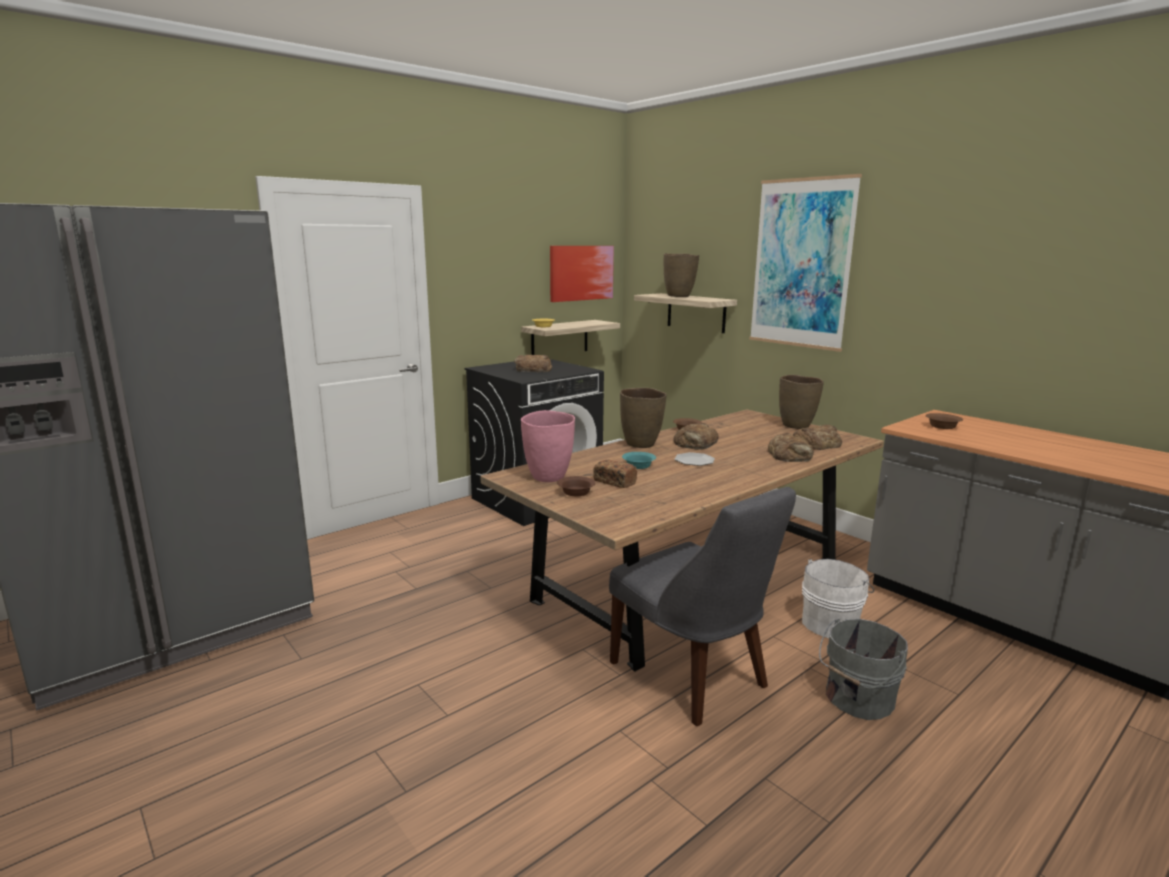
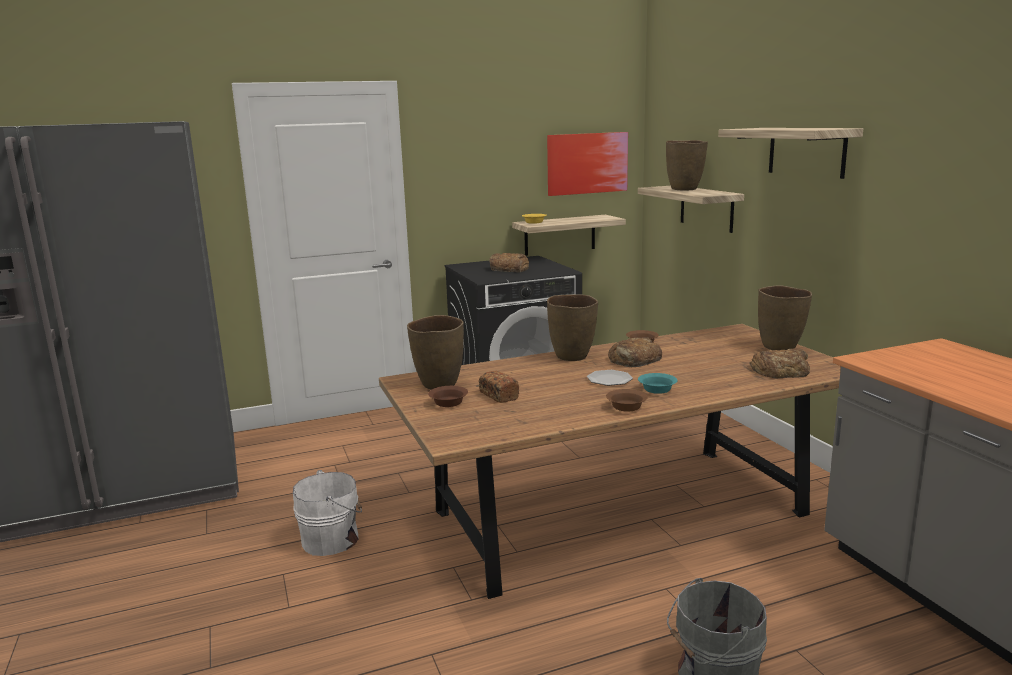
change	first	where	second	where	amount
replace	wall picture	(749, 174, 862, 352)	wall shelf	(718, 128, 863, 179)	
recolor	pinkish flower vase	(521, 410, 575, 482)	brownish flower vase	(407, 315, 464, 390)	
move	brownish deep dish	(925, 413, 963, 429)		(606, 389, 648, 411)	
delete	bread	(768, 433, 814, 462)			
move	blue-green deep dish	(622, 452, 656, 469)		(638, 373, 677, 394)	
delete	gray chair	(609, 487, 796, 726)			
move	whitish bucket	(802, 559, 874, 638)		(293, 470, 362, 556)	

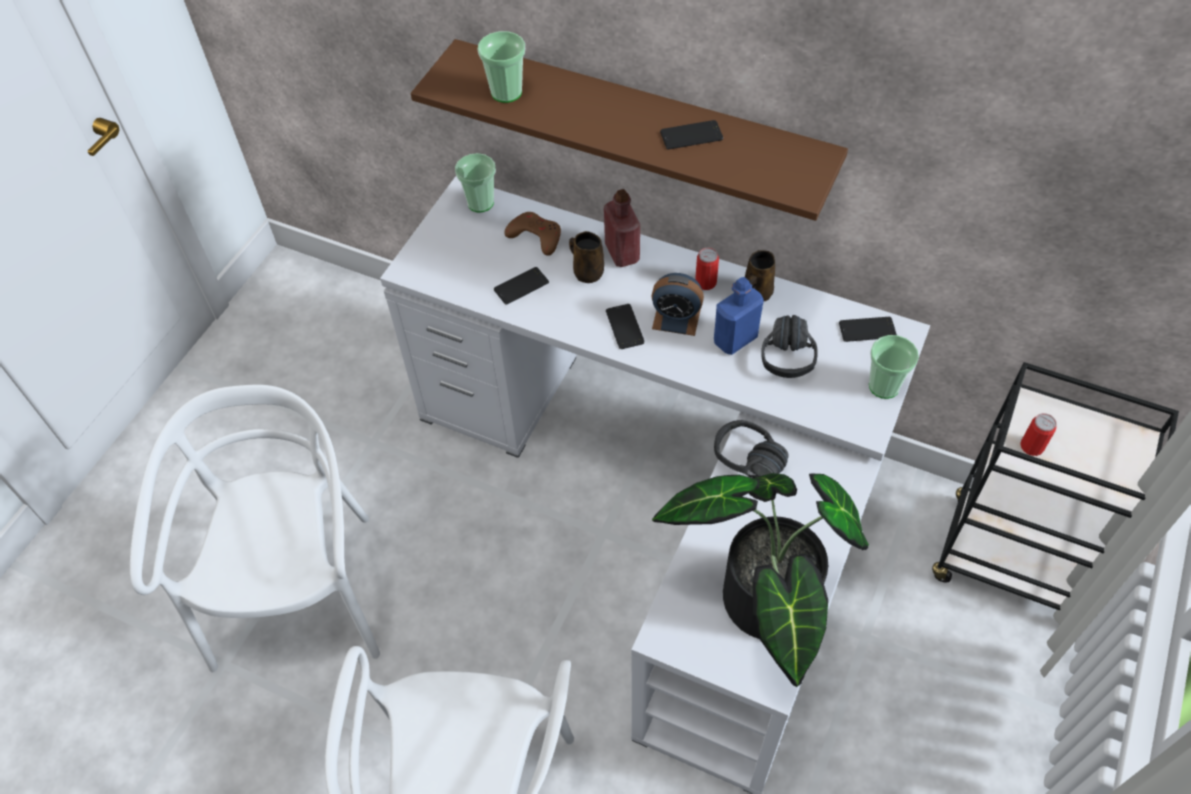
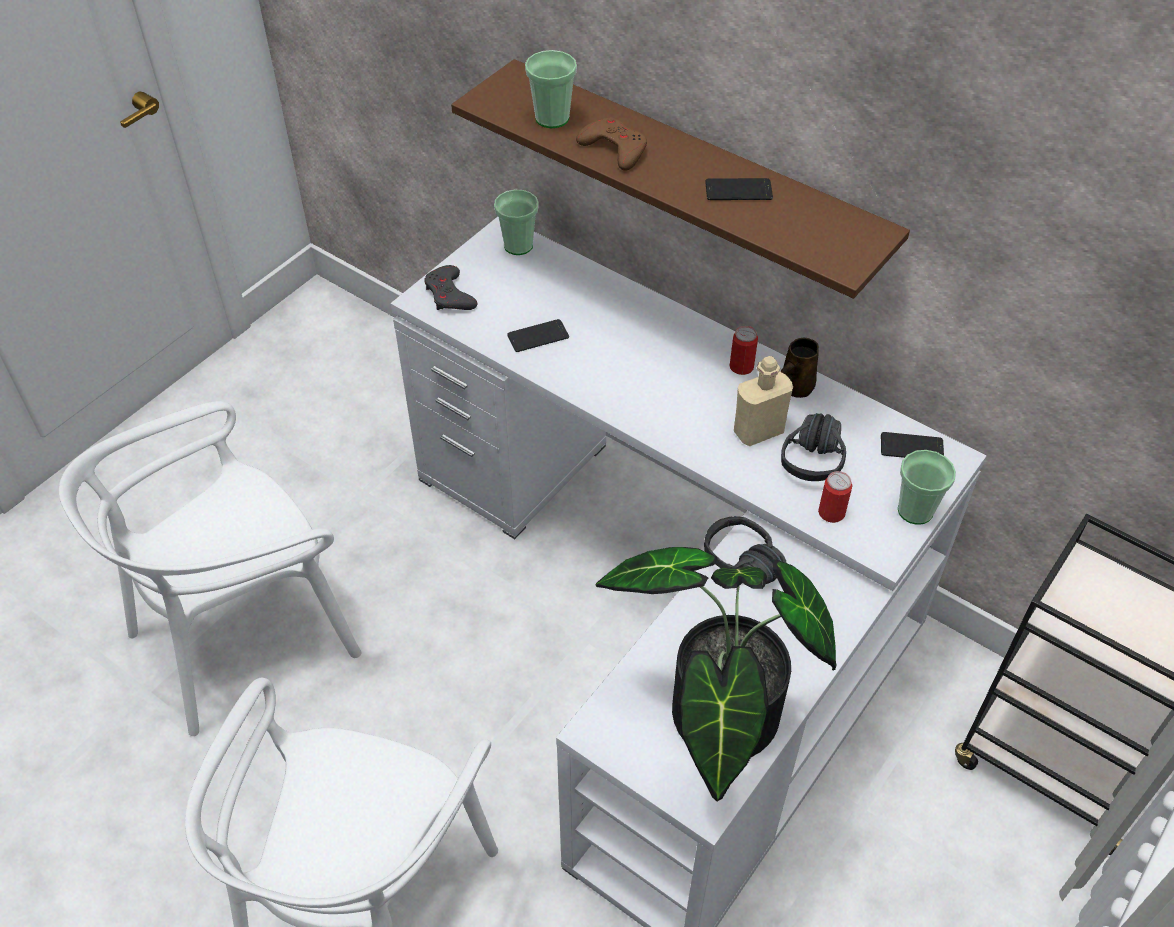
change	first	where	second	where	amount
delete	reddish beverage bottle	(604, 189, 640, 267)			
move	brownish gamepad	(504, 212, 561, 256)		(576, 117, 647, 170)	
delete	brownish tea mug	(569, 231, 604, 283)			
delete	bedside clock	(652, 273, 704, 336)			
recolor	bluish beverage bottle	(714, 277, 763, 355)	sand-coloured beverage bottle	(734, 356, 793, 446)	
delete	phone	(606, 304, 645, 349)			
rotate	whitish chair	(130, 384, 380, 672)		(59, 401, 362, 736)	135 degrees counterclockwise
move	metal can	(1020, 413, 1057, 456)		(818, 471, 852, 523)	
insert			gray gamepad	(424, 265, 478, 310)	

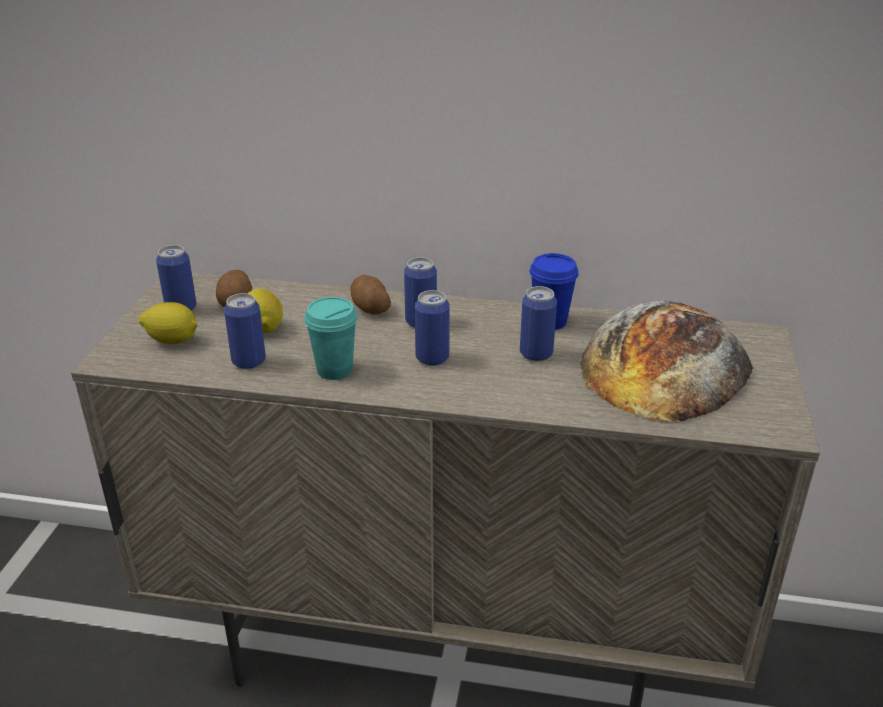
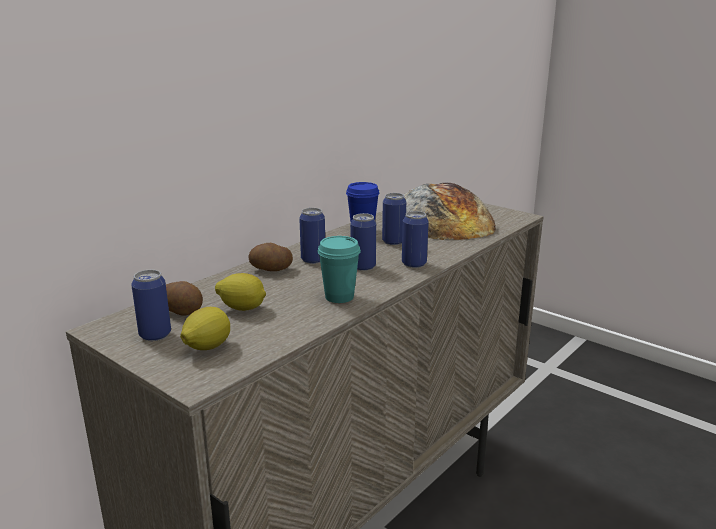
change	first	where	second	where	amount
move	metal can	(224, 293, 266, 369)		(402, 211, 429, 268)	

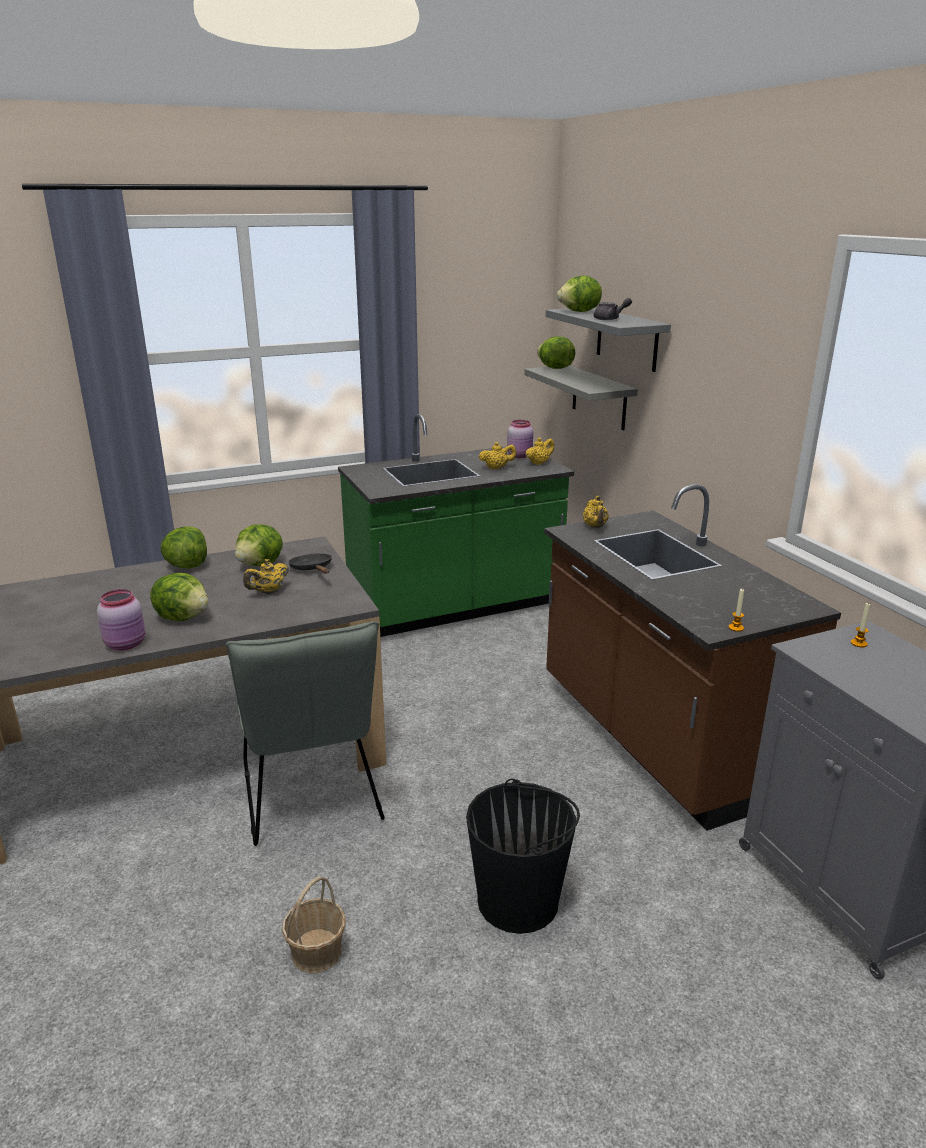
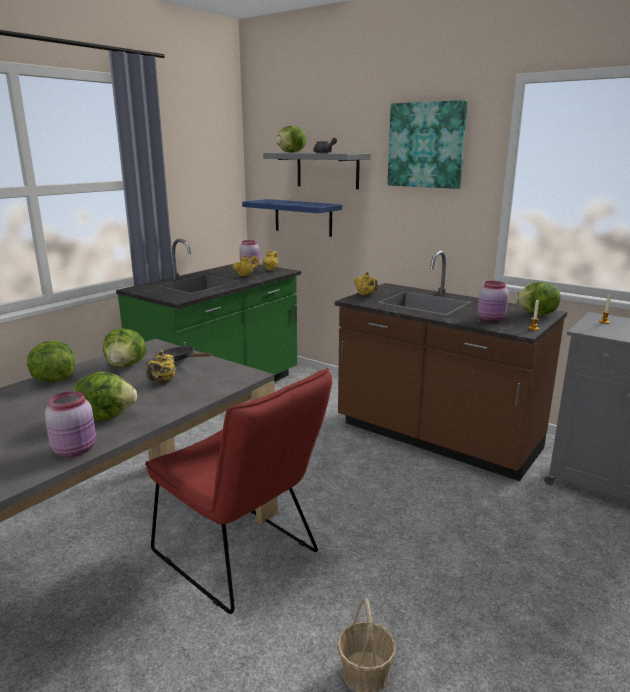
change	first	where	second	where	amount
move	lettuce head	(537, 336, 575, 369)		(515, 282, 561, 315)	
recolor	gray wall shelf	(524, 365, 638, 430)	bluish wall shelf	(242, 199, 342, 237)	
recolor	gray chair	(226, 621, 385, 846)	reddish chair	(145, 368, 332, 614)	
delete	blackish bucket	(466, 778, 580, 934)			
insert			wall picture	(387, 100, 468, 189)	
insert			pinkish jar	(478, 281, 509, 322)	

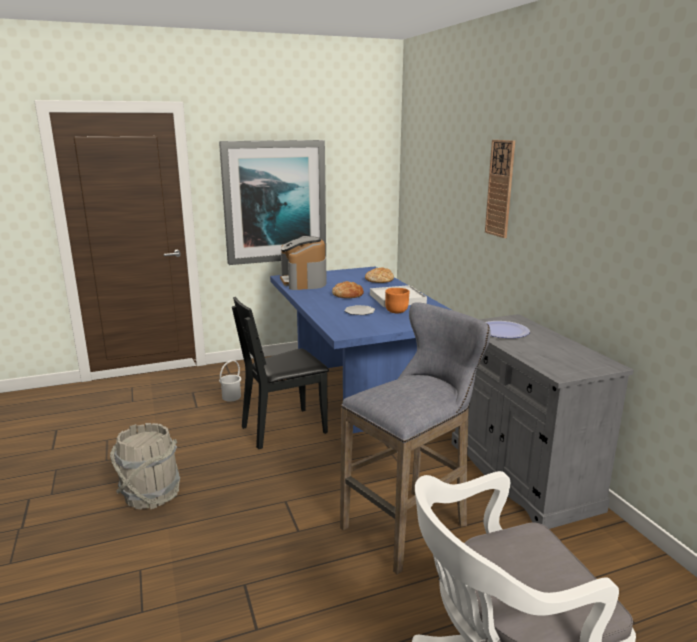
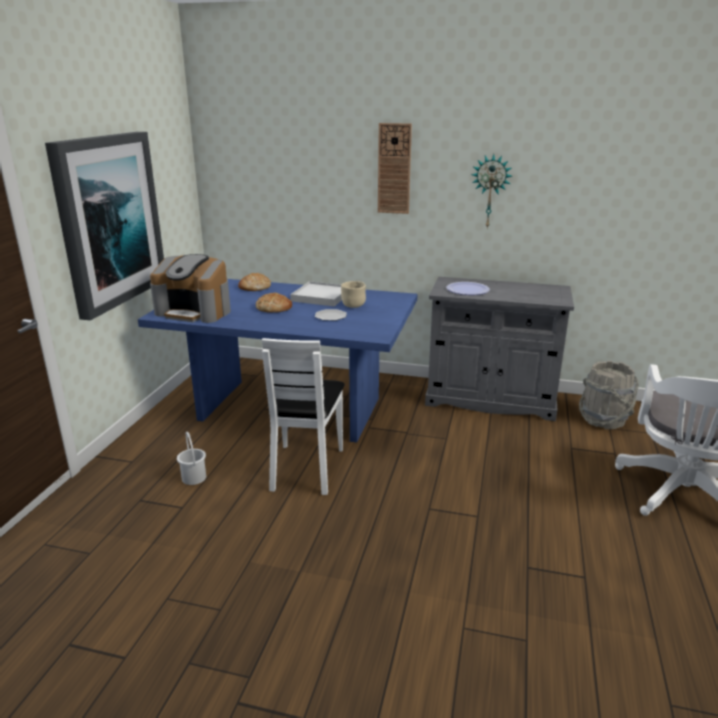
change	first	where	second	where	amount
recolor	orange-coloured deep dish	(385, 288, 409, 314)	sand-coloured deep dish	(341, 281, 366, 308)	
recolor	blackish chair	(232, 297, 329, 449)	whitish chair	(262, 338, 345, 495)	
delete	gray stool seat	(340, 302, 490, 574)			
move	gray bucket	(110, 423, 180, 509)		(579, 361, 638, 429)	
insert			hanging clock	(471, 154, 512, 228)	

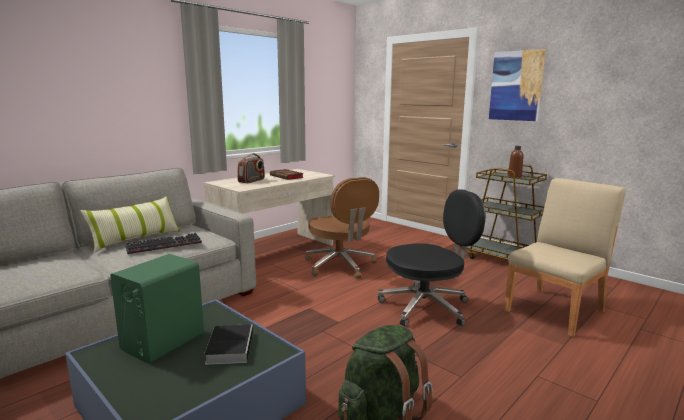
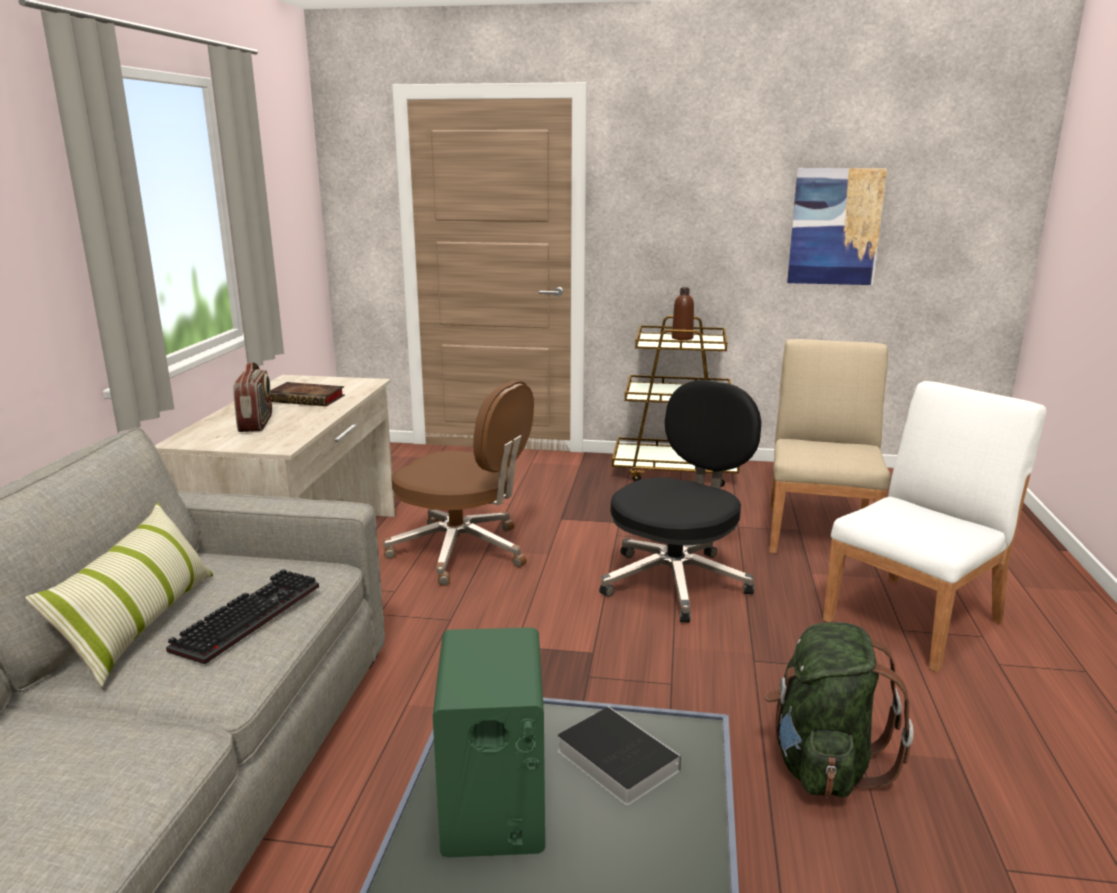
change	first	where	second	where	amount
move	wall picture	(489, 49, 546, 121)		(787, 168, 887, 285)	
insert			whitish chair	(823, 381, 1046, 672)	

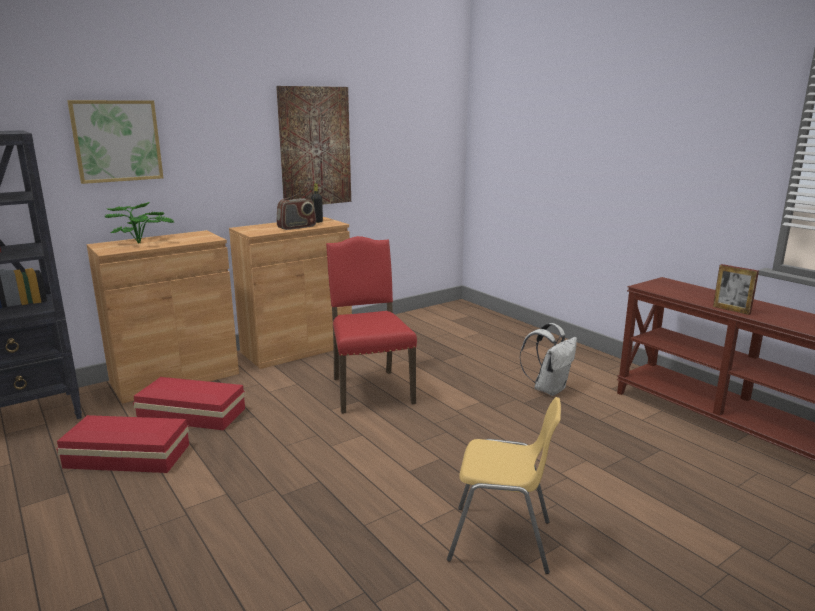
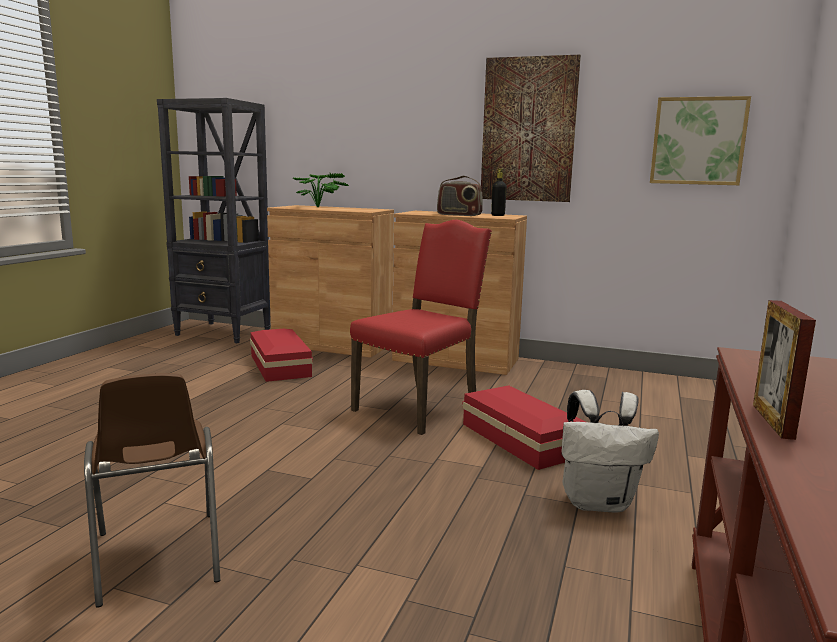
change	first	where	second	where	amount
move	wall picture	(67, 100, 163, 184)		(650, 96, 751, 185)	
recolor	yellow chair	(447, 397, 561, 574)	brownish chair	(84, 373, 220, 608)	
move	reddish storage container	(57, 415, 189, 473)		(462, 386, 586, 470)	

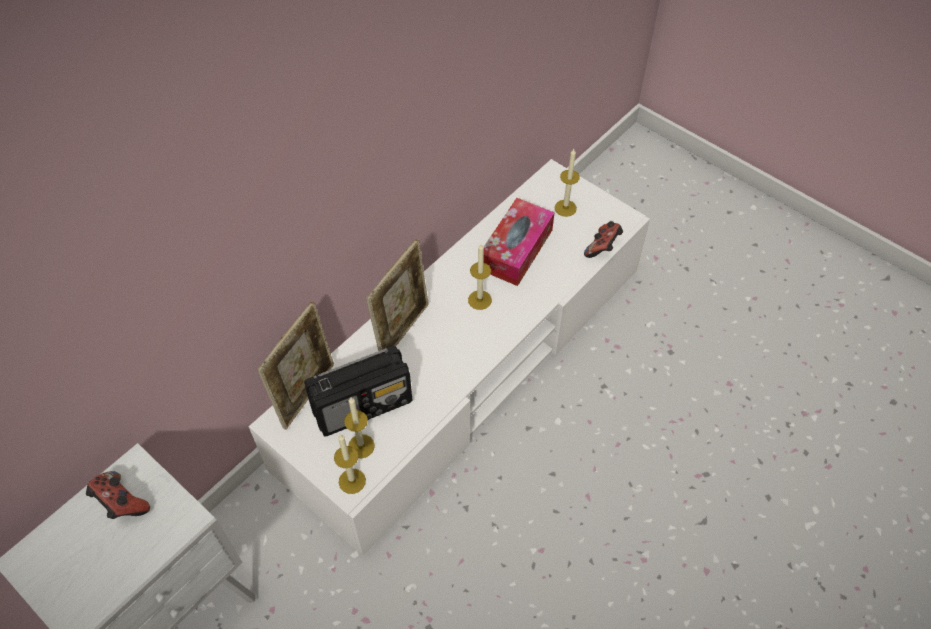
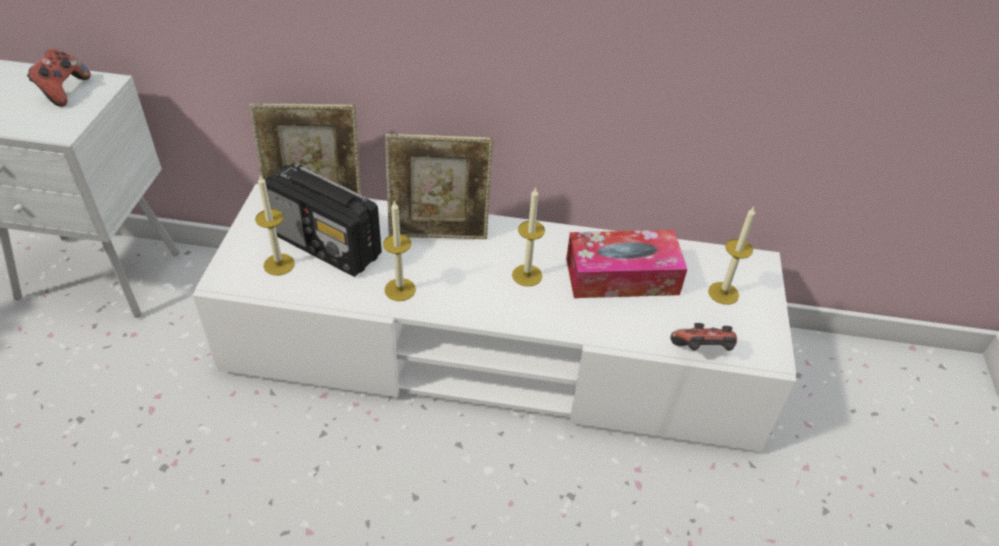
change	first	where	second	where	amount
move	candle	(334, 434, 366, 494)		(383, 200, 416, 301)	

